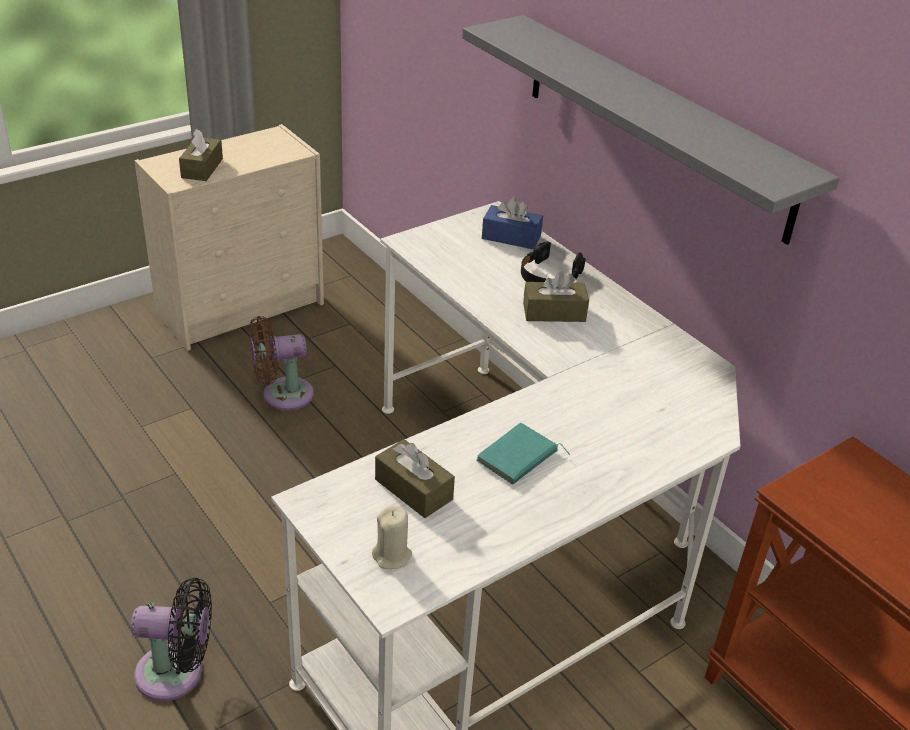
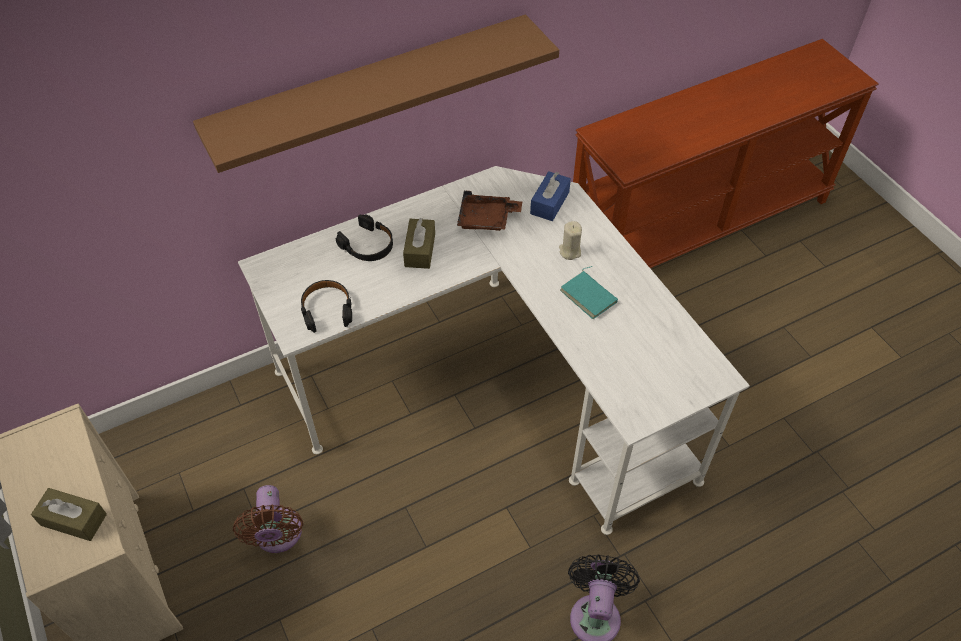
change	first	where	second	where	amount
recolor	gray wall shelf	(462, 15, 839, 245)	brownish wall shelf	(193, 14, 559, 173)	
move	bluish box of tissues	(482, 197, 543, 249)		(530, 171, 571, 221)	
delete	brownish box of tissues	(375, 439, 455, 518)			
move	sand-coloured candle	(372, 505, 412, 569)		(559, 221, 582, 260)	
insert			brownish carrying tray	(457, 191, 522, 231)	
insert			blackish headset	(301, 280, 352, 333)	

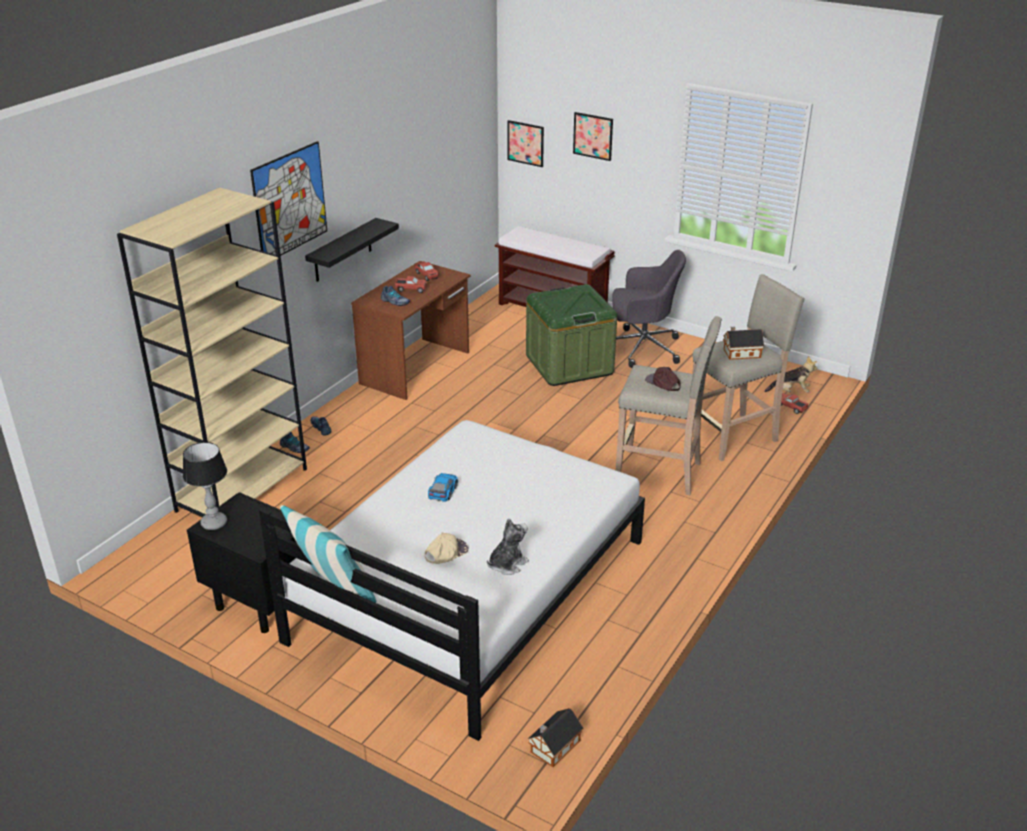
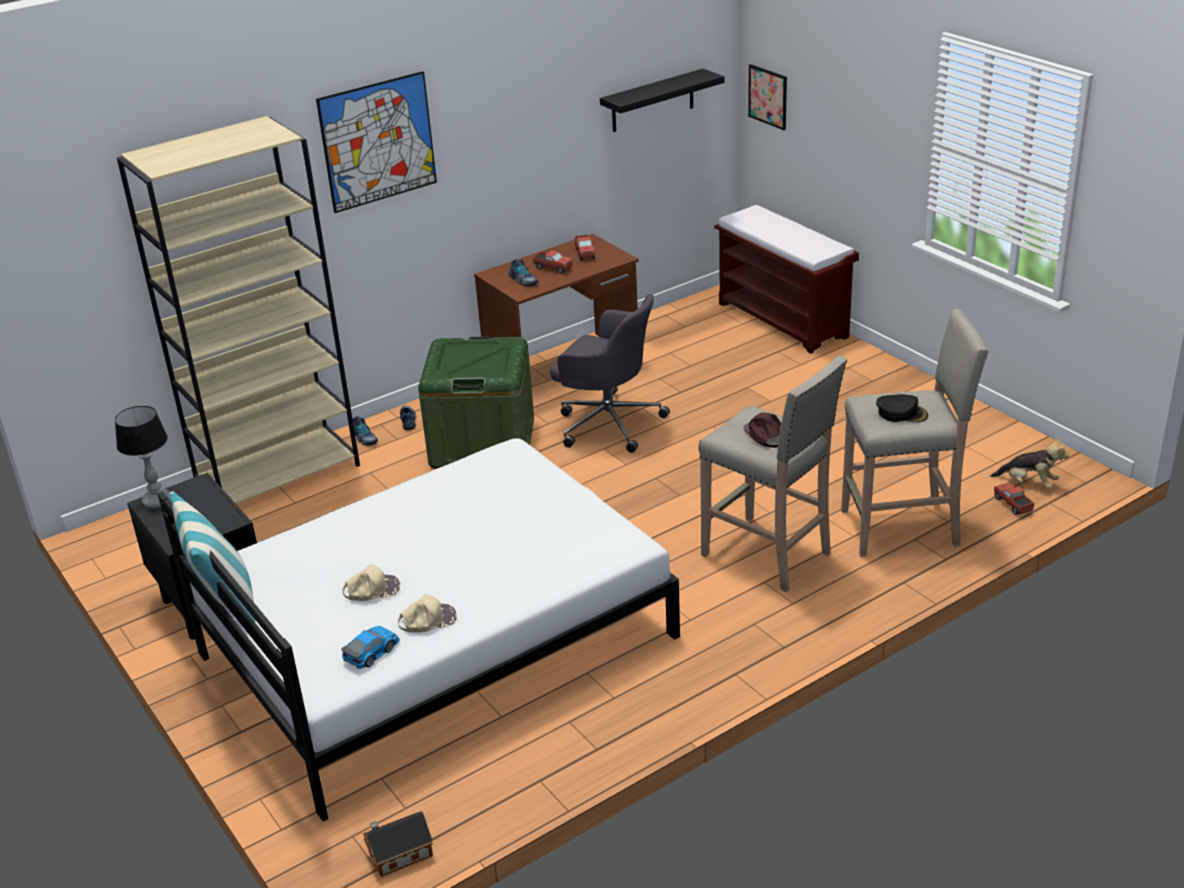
change	first	where	second	where	amount
delete	wall picture	(573, 112, 613, 161)			
move	blackish wall shelf	(305, 218, 399, 282)		(600, 69, 724, 132)	
move	gray office chair	(612, 250, 686, 368)		(550, 294, 670, 453)	
move	greenish storage container	(526, 284, 617, 386)		(418, 336, 534, 469)	
replace	miniature house	(723, 327, 764, 360)	blackish peaked cap	(876, 394, 928, 422)	
move	miniature car	(428, 473, 458, 502)		(341, 626, 400, 669)	
replace	plush toy	(487, 518, 529, 575)	sand-coloured peaked cap	(398, 594, 457, 633)	

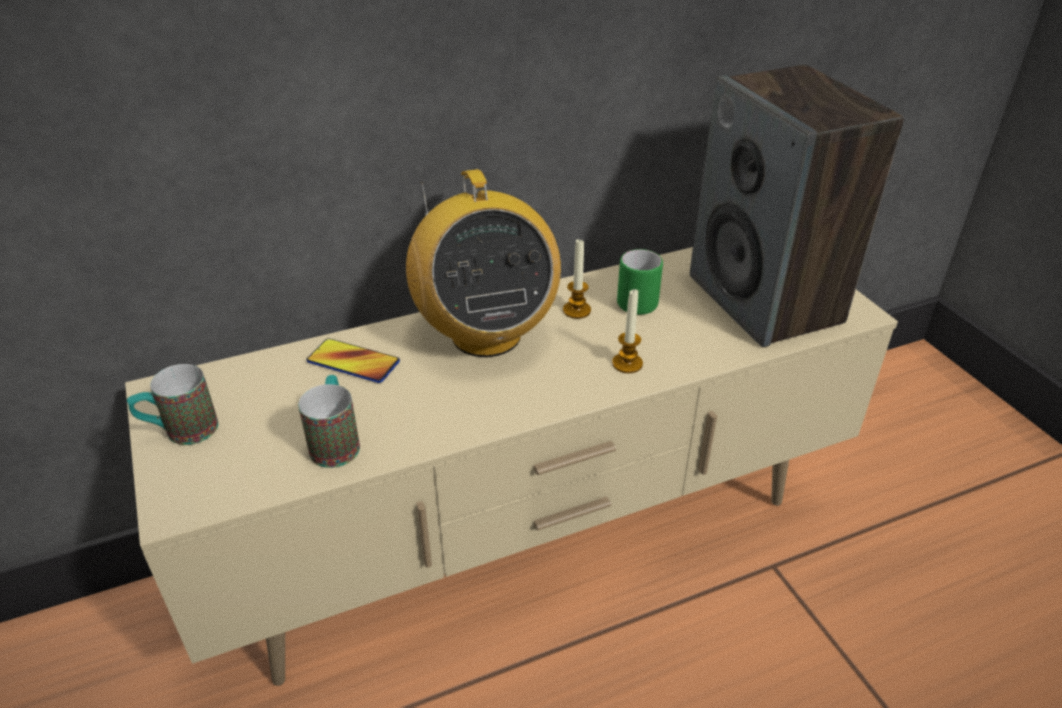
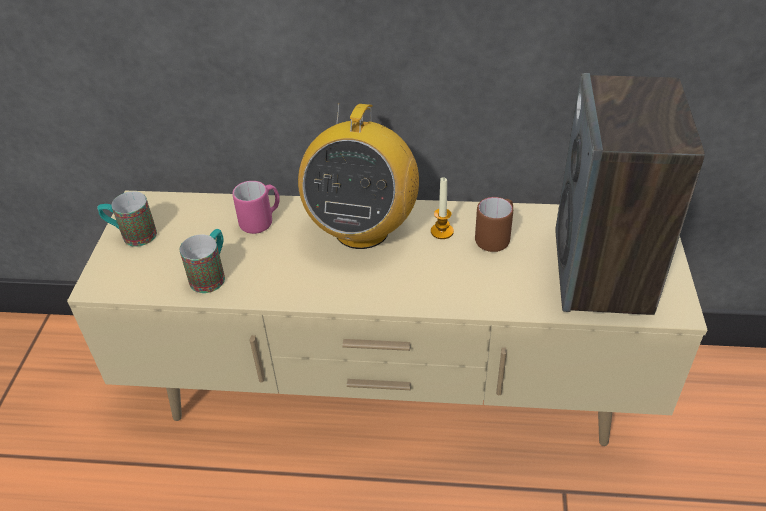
change	first	where	second	where	amount
recolor	greenish tea mug	(617, 249, 663, 315)	brownish tea mug	(475, 197, 513, 252)	
delete	candle	(612, 289, 643, 373)			
replace	phone	(306, 338, 400, 383)	pinkish tea mug	(232, 181, 280, 234)	

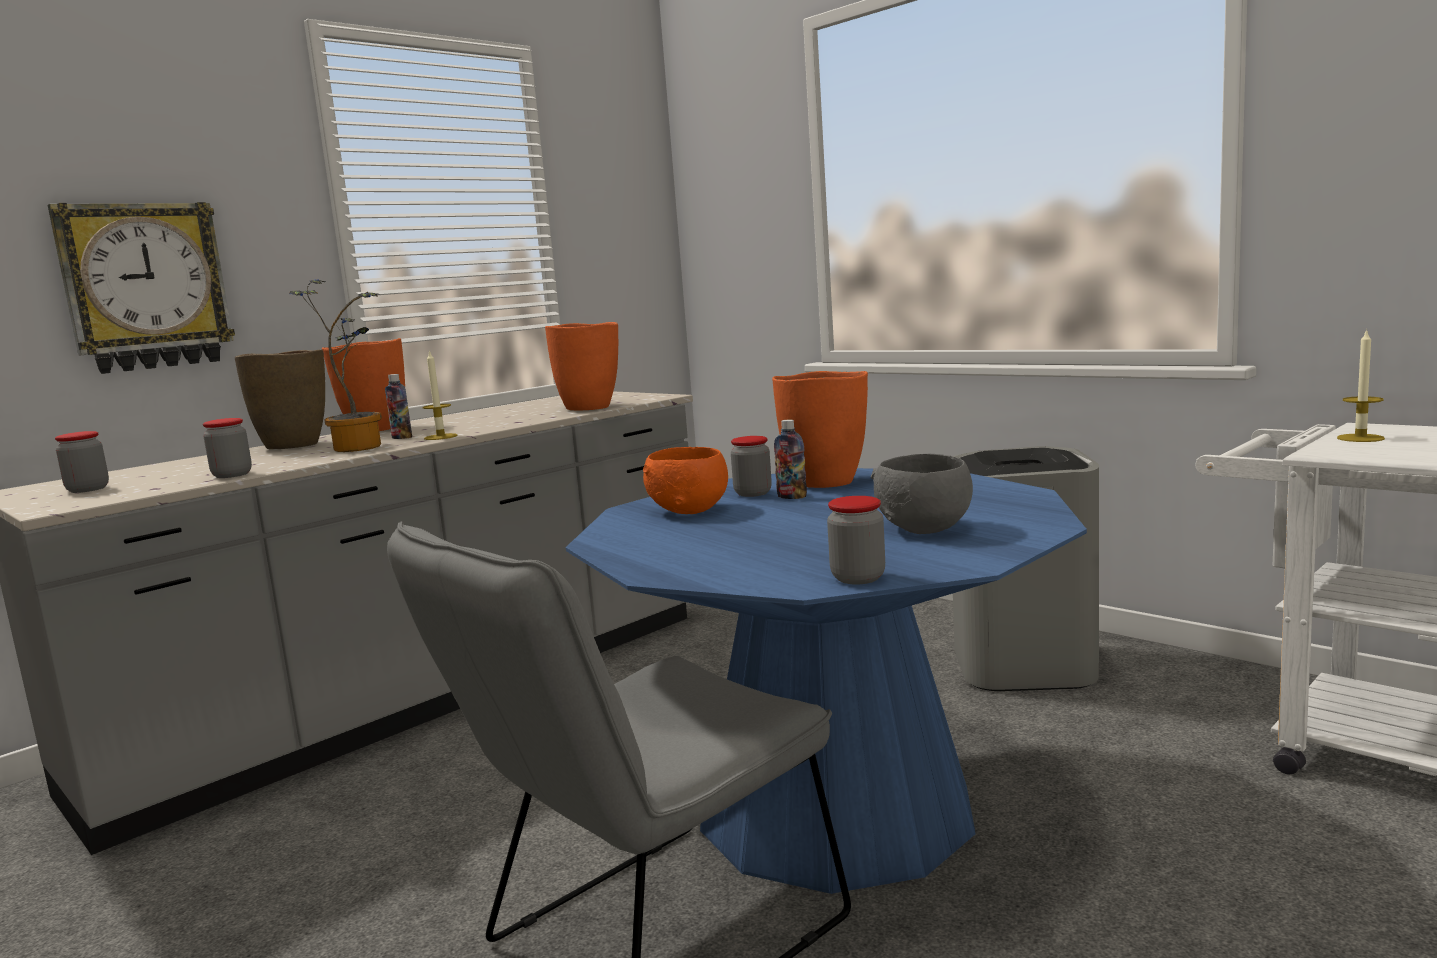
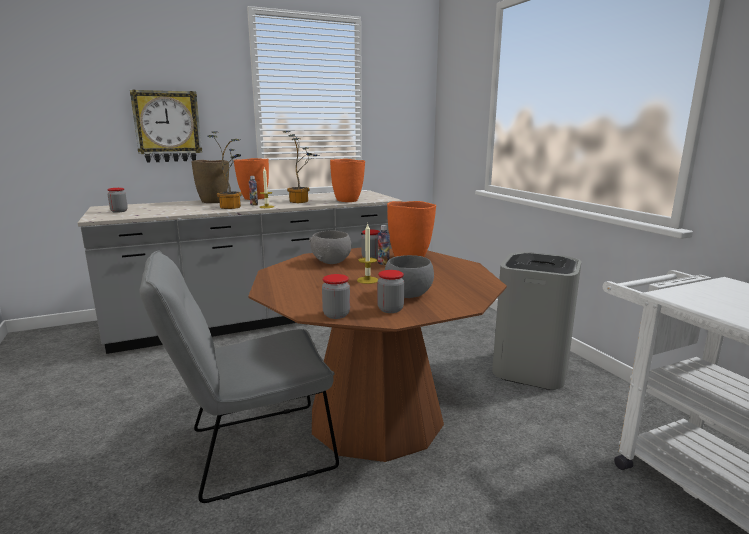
change	first	where	second	where	amount
move	candle	(1337, 329, 1385, 442)		(357, 223, 378, 284)	
move	jar	(203, 418, 252, 478)		(377, 270, 404, 313)	
recolor	orange-coloured deep dish	(643, 447, 728, 514)	gray deep dish	(309, 230, 351, 264)	
recolor	bluish kitchen table	(566, 468, 1087, 894)	brownish kitchen table	(248, 247, 507, 462)	
insert			potted plant	(283, 131, 319, 203)	

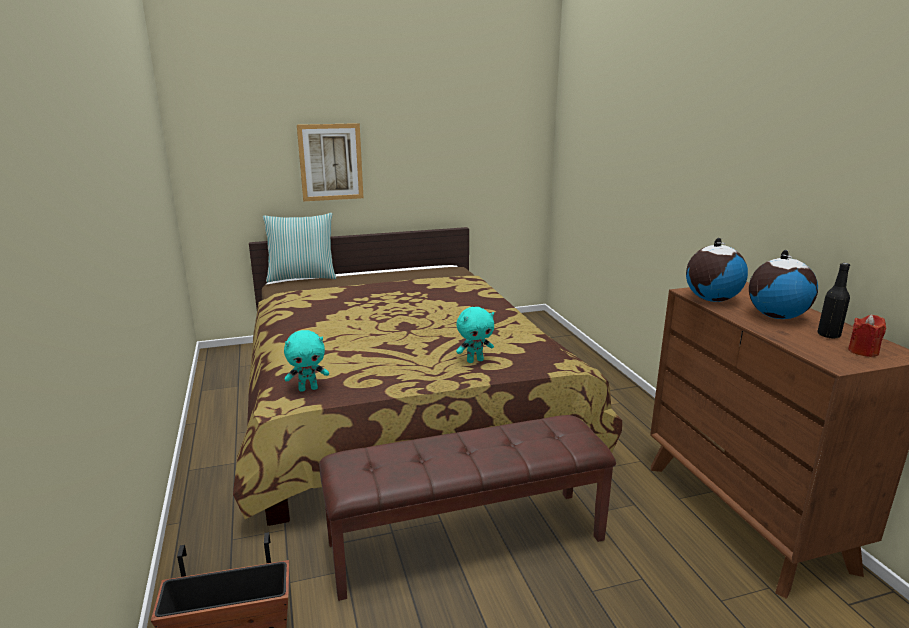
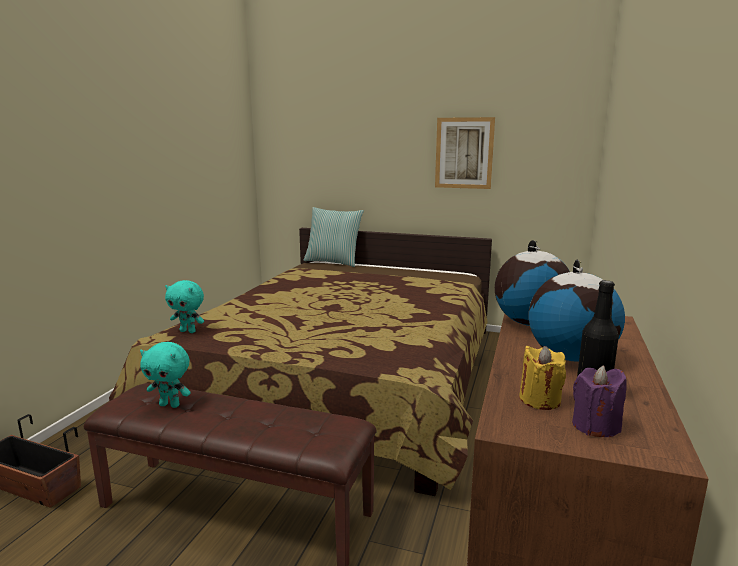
change	first	where	second	where	amount
move	wall picture	(297, 123, 363, 201)		(435, 117, 495, 189)	
move	blue-green plush toy	(456, 307, 494, 363)		(140, 342, 191, 408)	
recolor	reddish candle	(848, 315, 886, 357)	purple-coloured candle	(572, 365, 627, 437)	
insert			yellow candle	(519, 346, 566, 410)	

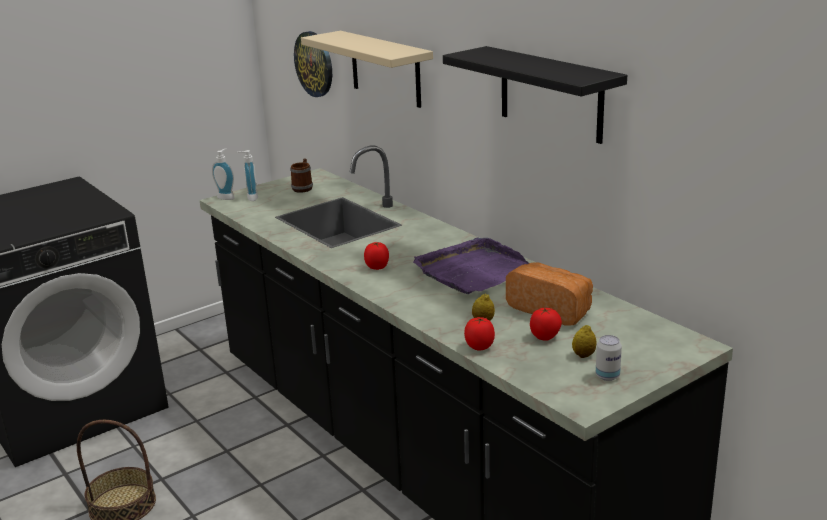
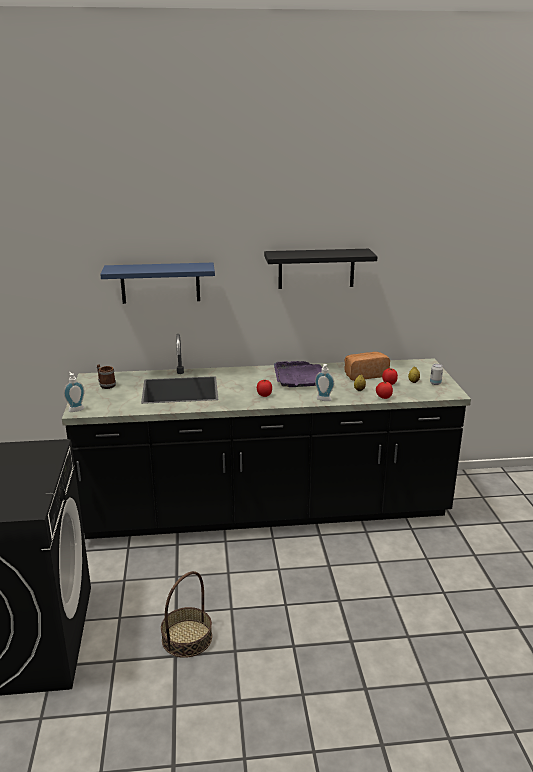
change	first	where	second	where	amount
delete	hanging clock	(294, 31, 332, 97)			
recolor	sand-coloured wall shelf	(301, 31, 433, 108)	bluish wall shelf	(100, 263, 215, 304)	
move	liquid soap bottle	(237, 150, 258, 201)		(315, 364, 334, 401)	

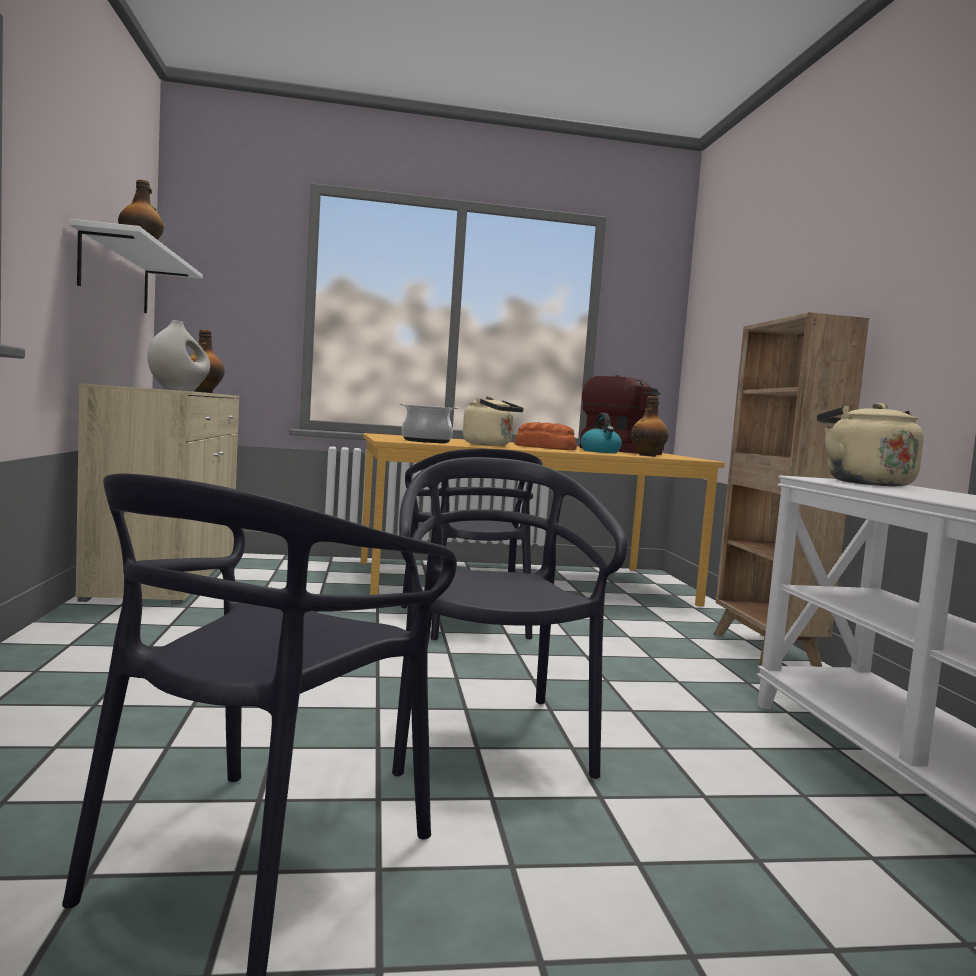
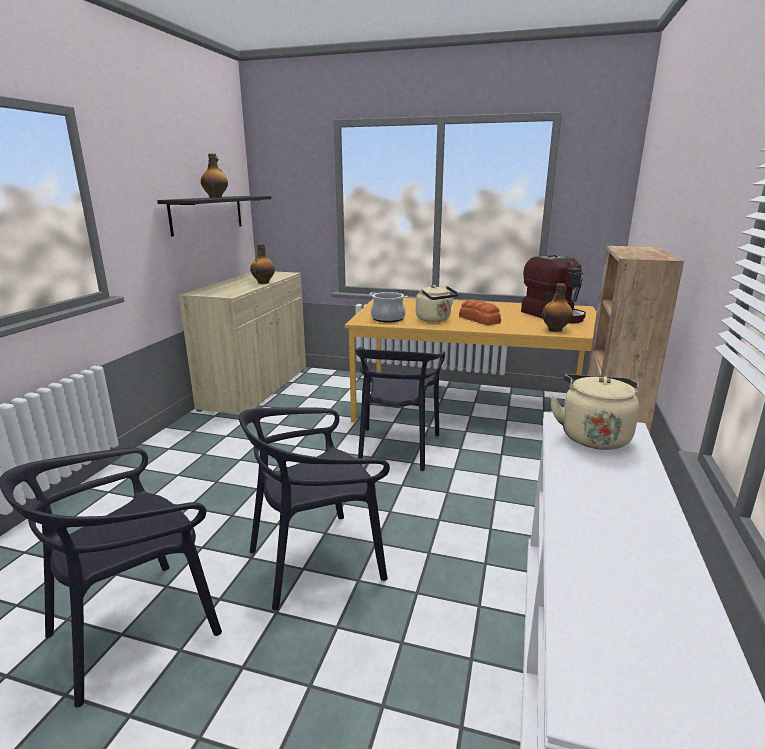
change	first	where	second	where	amount
recolor	whitish wall shelf	(69, 219, 203, 313)	blackish wall shelf	(157, 196, 271, 237)	
delete	whitish flower vase	(147, 320, 210, 391)			
delete	tea kettle	(581, 413, 622, 453)			
rotate	blackish chair	(392, 457, 627, 779)		(239, 407, 390, 610)	135 degrees counterclockwise

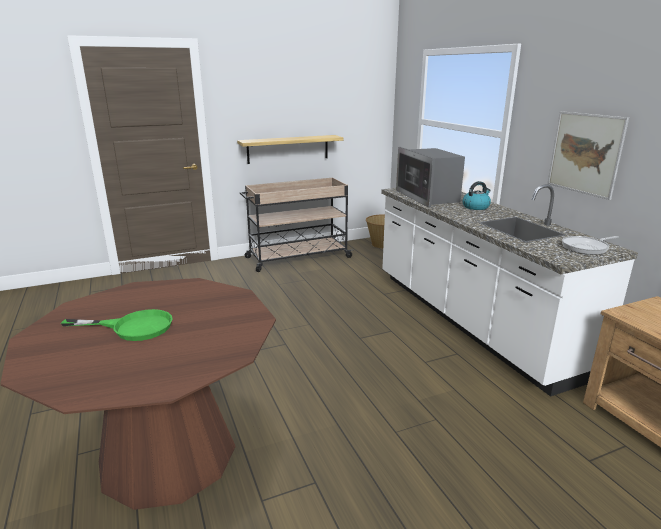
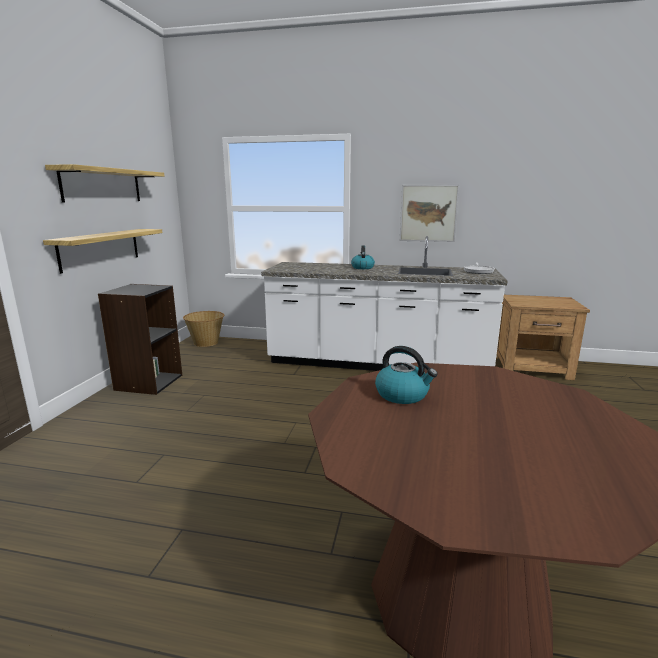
change	first	where	second	where	amount
delete	kitchen microwave	(396, 147, 465, 208)			
replace	sand-coloured trolley	(240, 178, 353, 272)	blackish shelving unit	(98, 284, 182, 395)	
delete	greenish frying pan	(61, 309, 173, 341)			
insert			wall shelf	(45, 164, 165, 202)	
insert			tea kettle	(375, 346, 438, 404)	

